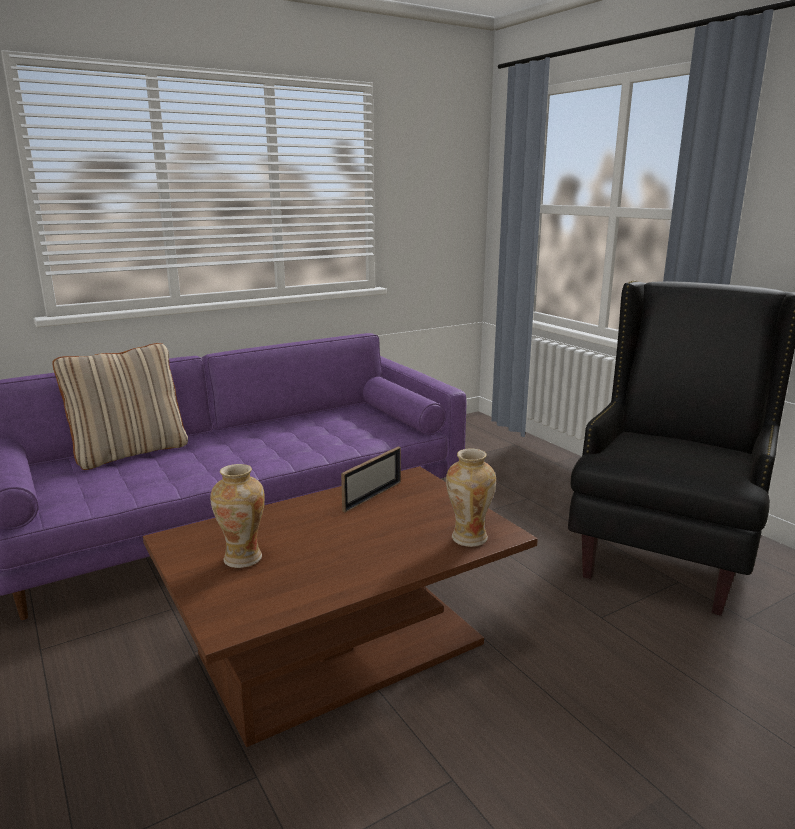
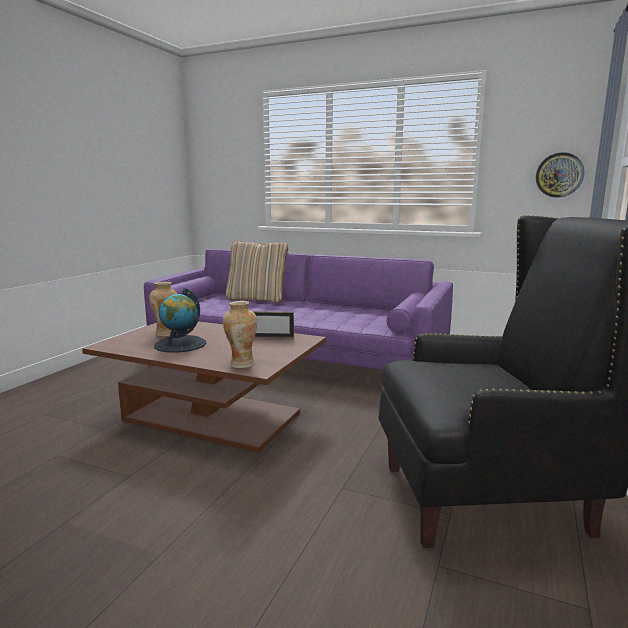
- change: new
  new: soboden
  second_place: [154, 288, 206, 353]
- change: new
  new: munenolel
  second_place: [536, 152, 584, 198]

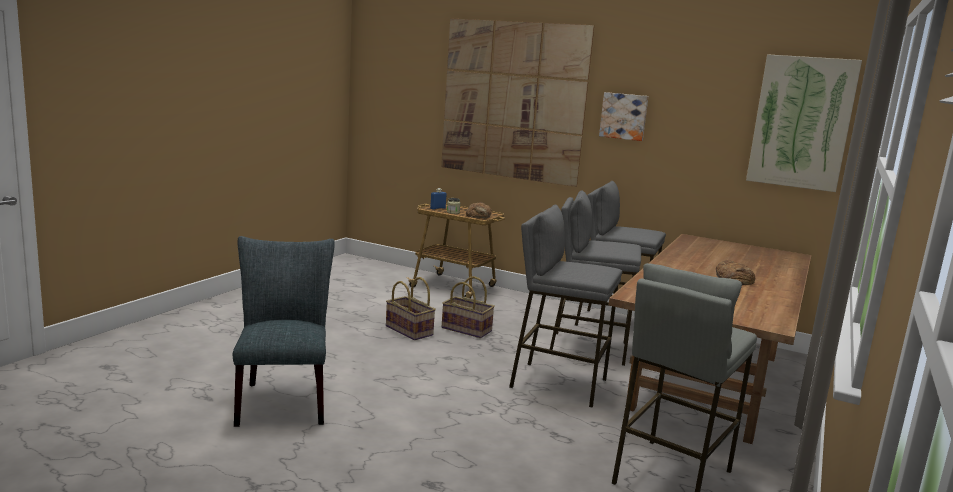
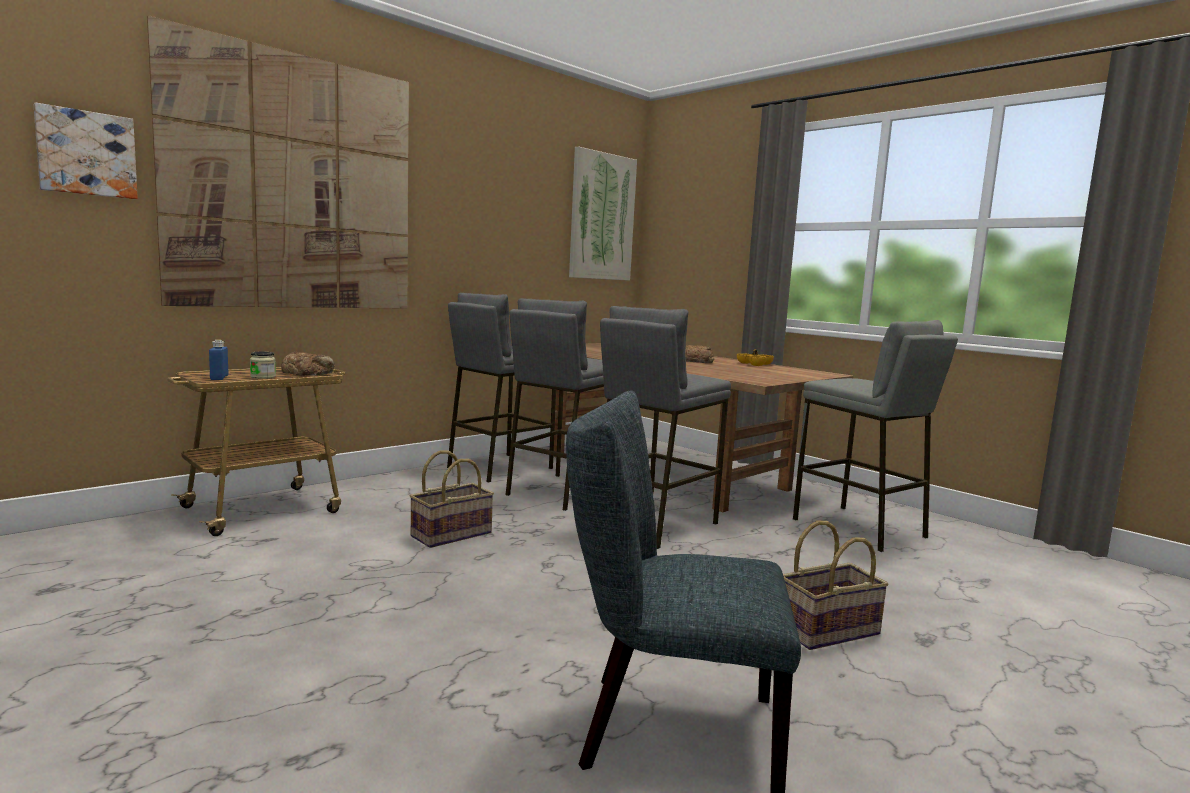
- change: shifted
  old: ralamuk
  first_place: [599, 92, 648, 141]
  second_place: [34, 102, 138, 199]
- change: new
  new: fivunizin
  second_place: [737, 349, 774, 366]
- change: shifted
  old: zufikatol
  first_place: [386, 277, 436, 340]
  second_place: [783, 521, 889, 650]

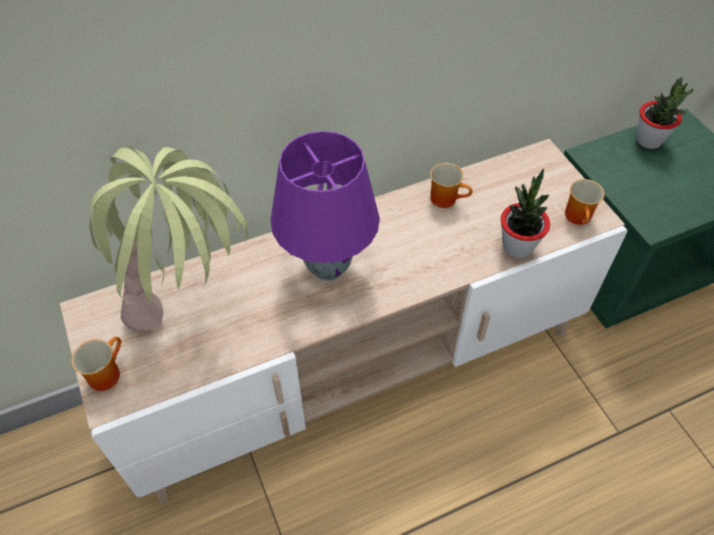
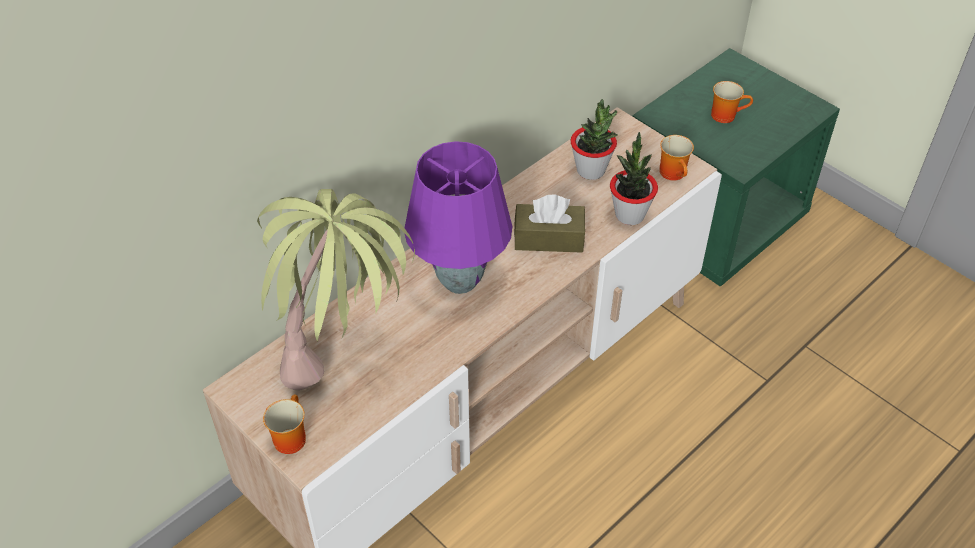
- change: new
  new: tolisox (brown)
  second_place: [514, 194, 585, 253]
- change: shifted
  old: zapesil
  first_place: [637, 77, 693, 149]
  second_place: [571, 99, 618, 180]
- change: shifted
  old: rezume
  first_place: [430, 163, 473, 208]
  second_place: [711, 81, 753, 123]

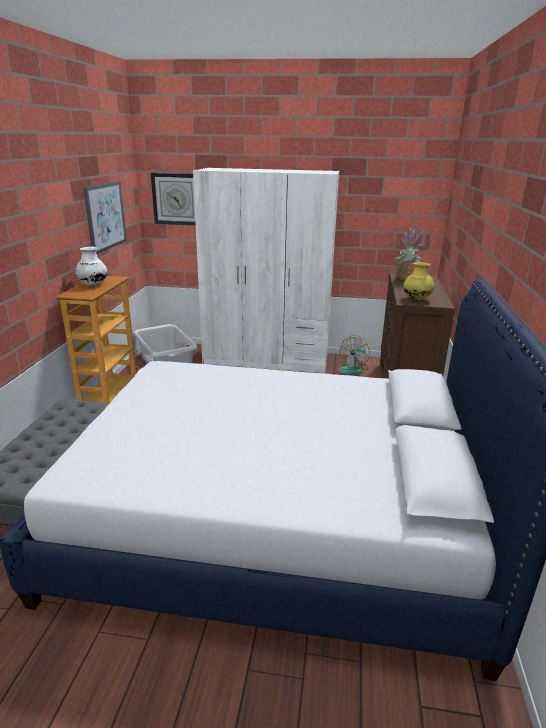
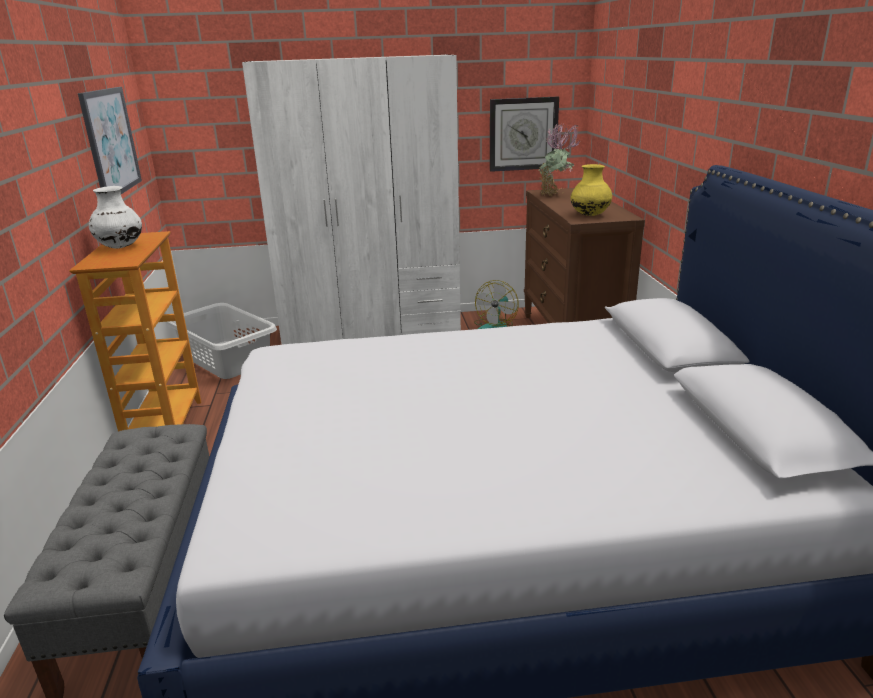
- change: shifted
  old: munenolel
  first_place: [151, 173, 196, 225]
  second_place: [490, 96, 559, 172]

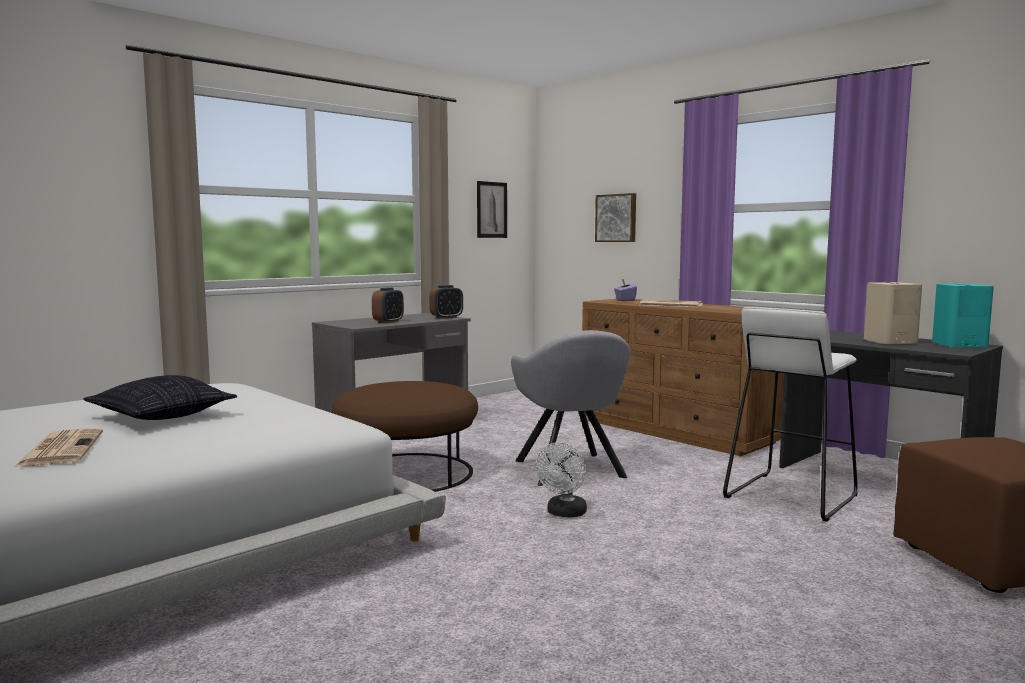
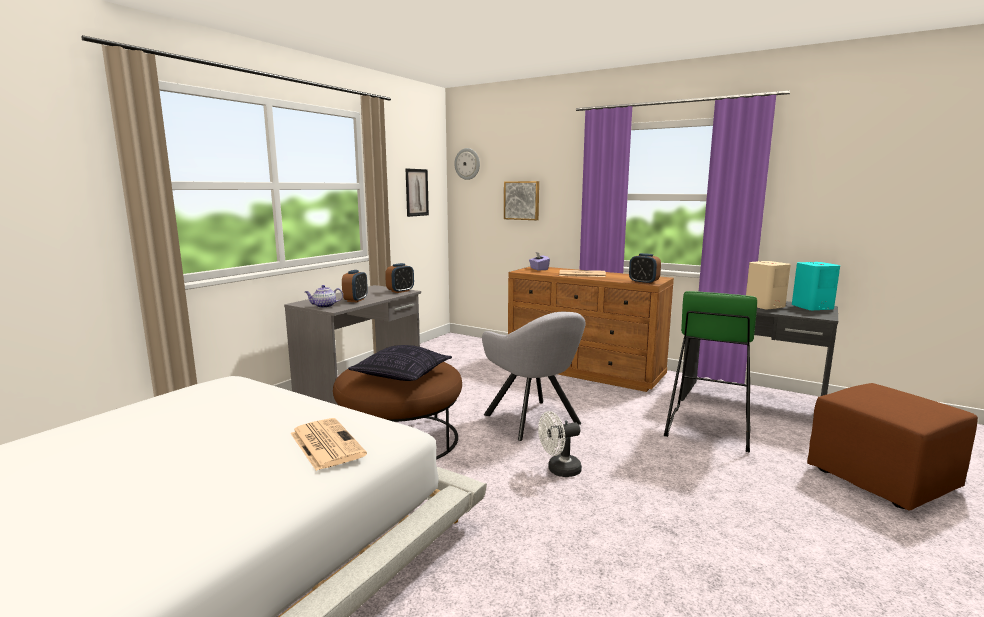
- change: shifted
  old: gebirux
  first_place: [14, 428, 103, 467]
  second_place: [290, 418, 367, 471]
- change: new
  new: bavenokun
  second_place: [305, 285, 343, 308]
- change: shifted
  old: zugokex
  first_place: [83, 375, 237, 420]
  second_place: [348, 345, 452, 381]
- change: new
  new: munenolel
  second_place: [454, 148, 480, 180]
- change: rotated
  old: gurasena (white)
  first_place: [536, 442, 587, 518]
  second_place: [538, 411, 582, 477]
  degrees: 60
- change: new
  new: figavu
  second_place: [629, 253, 661, 284]
- change: repainted
  old: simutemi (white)
  new: simutemi (green)
  first_place: [723, 307, 858, 522]
  second_place: [664, 291, 757, 452]

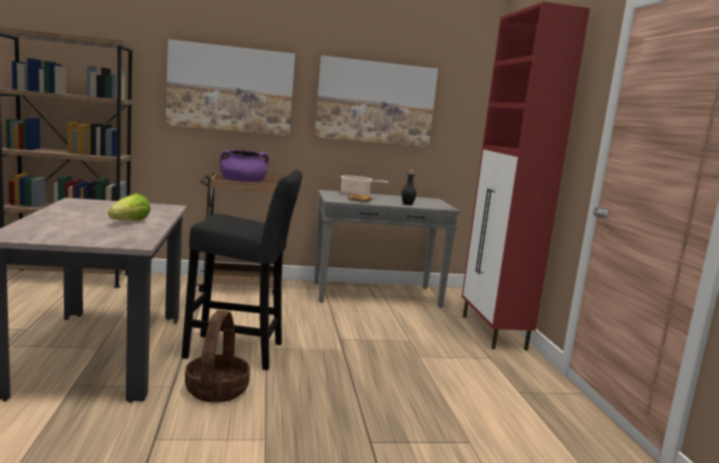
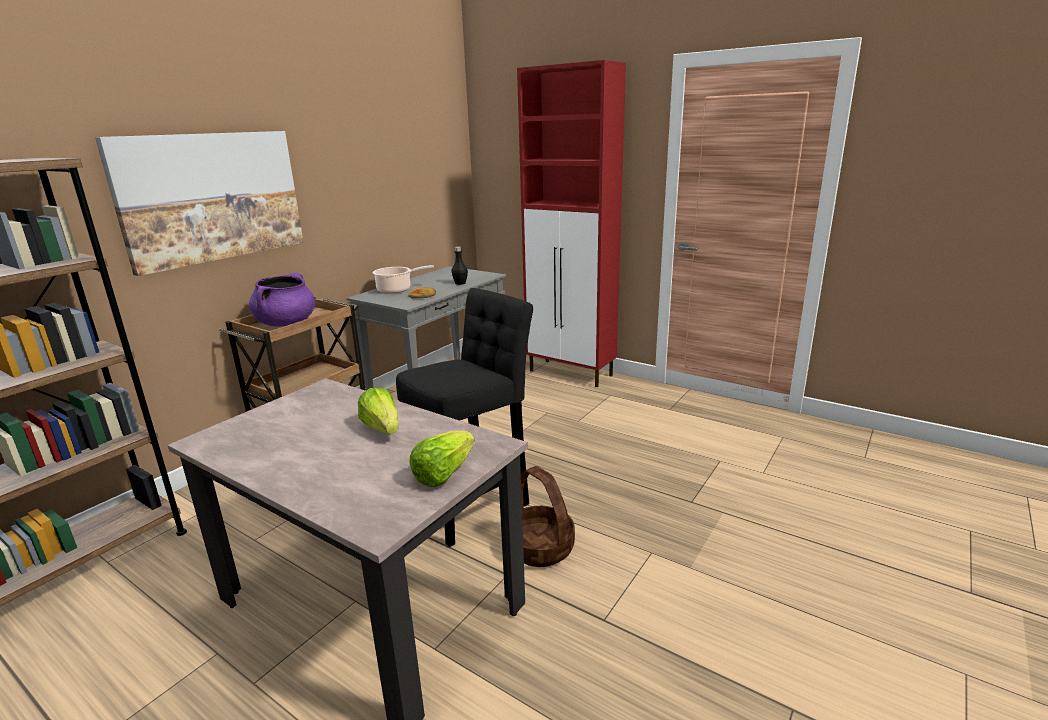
- change: new
  new: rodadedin
  second_place: [410, 431, 475, 487]
- change: gone
  old: ralamuk
  first_place: [314, 56, 438, 147]

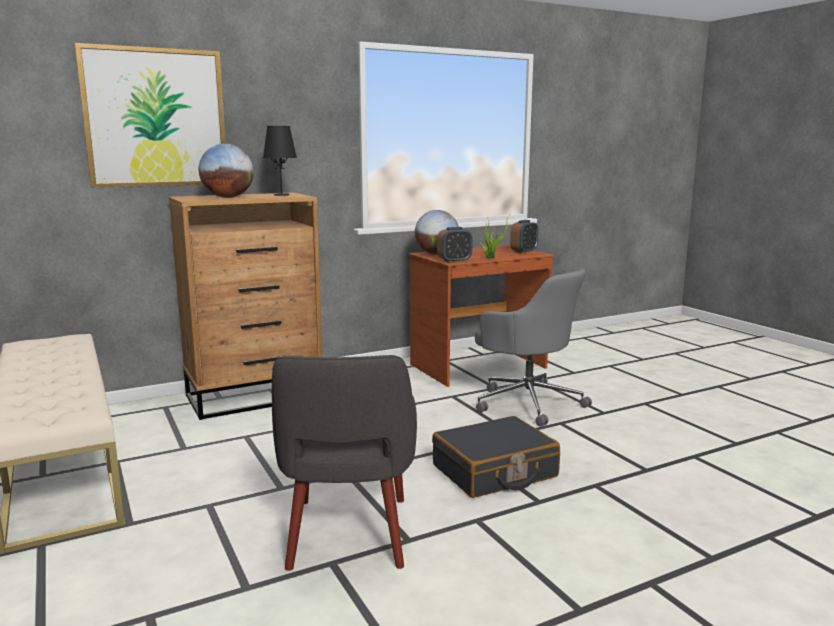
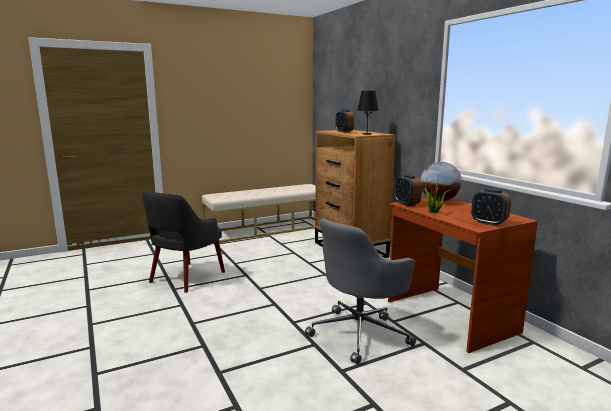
- change: rotated
  old: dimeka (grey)
  first_place: [272, 355, 417, 571]
  second_place: [142, 190, 225, 293]
  degrees: -60
- change: swapped
  old: soboden
  new: figavu
  first_place: [199, 144, 254, 198]
  second_place: [336, 110, 354, 133]
- change: gone
  old: ralamuk
  first_place: [75, 43, 226, 187]
- change: gone
  old: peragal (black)
  first_place: [432, 416, 560, 498]

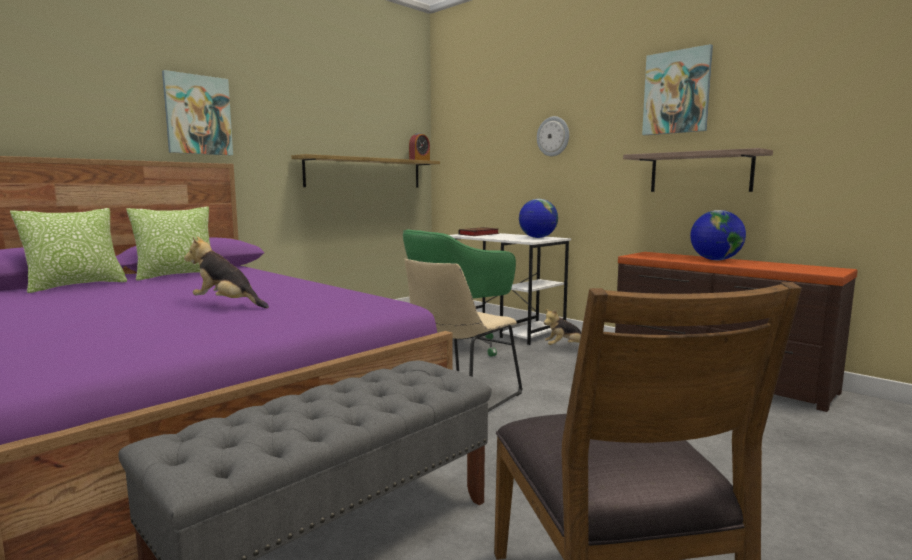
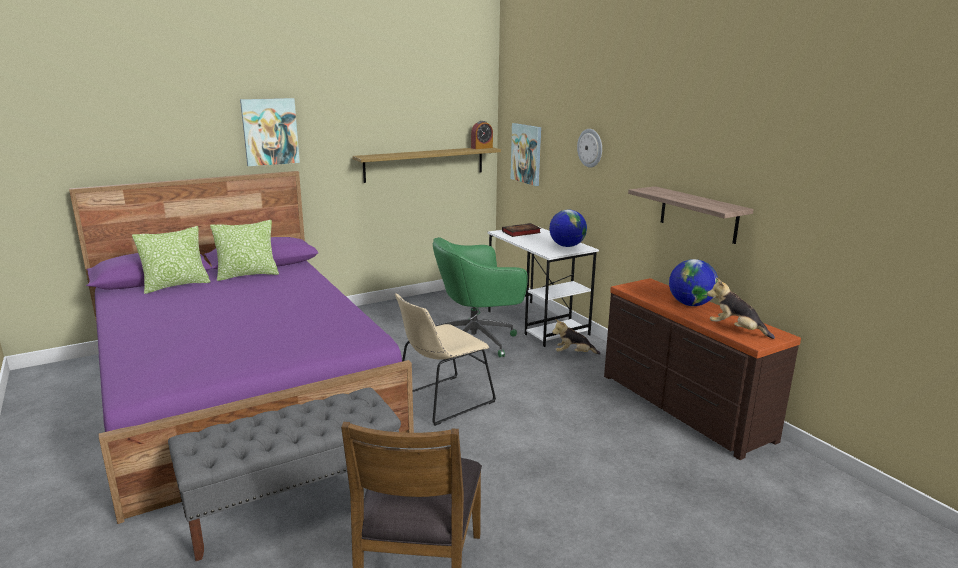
- change: shifted
  old: ralamuk
  first_place: [642, 44, 713, 135]
  second_place: [511, 123, 541, 186]
- change: shifted
  old: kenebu
  first_place: [184, 237, 269, 308]
  second_place: [707, 278, 775, 339]

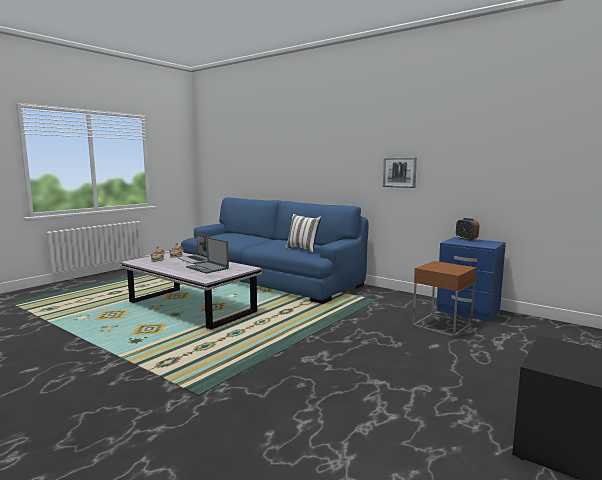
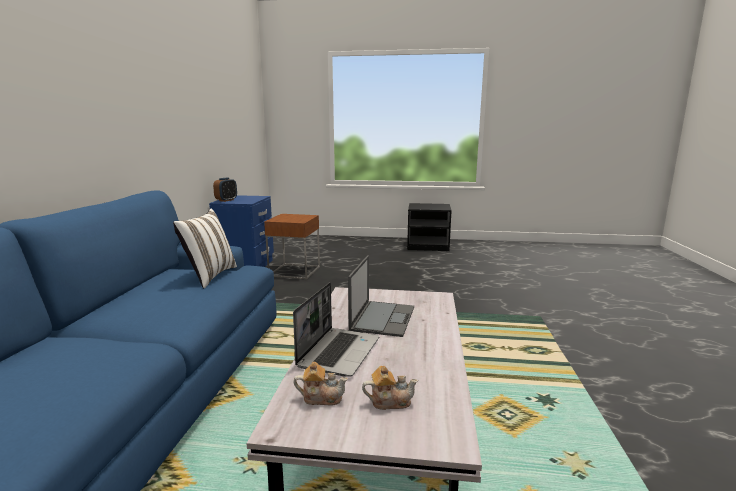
- change: gone
  old: ralamuk
  first_place: [383, 157, 417, 188]

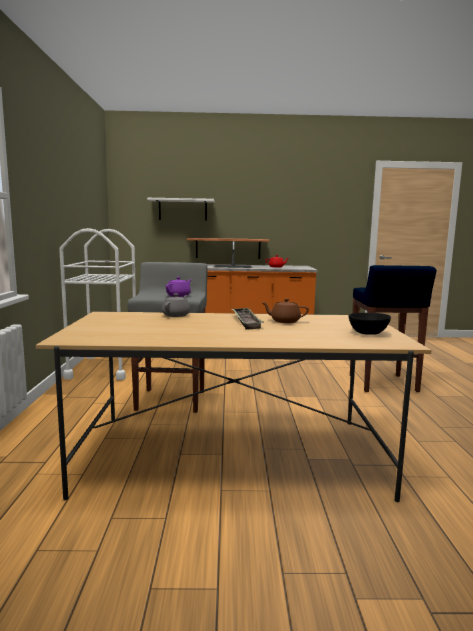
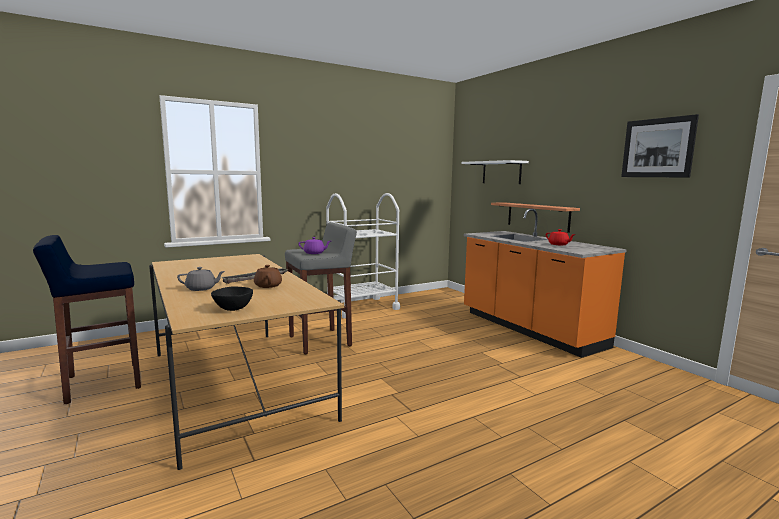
- change: shifted
  old: simutemi (blue)
  first_place: [350, 265, 437, 392]
  second_place: [33, 235, 141, 404]
- change: shifted
  old: bavenokun (grey)
  first_place: [162, 293, 190, 317]
  second_place: [177, 267, 225, 291]
- change: new
  new: ralamuk
  second_place: [621, 114, 699, 178]

